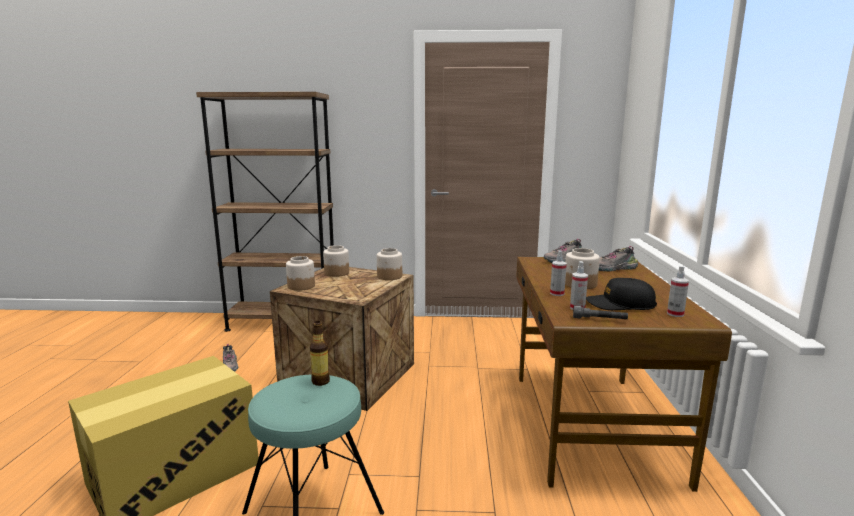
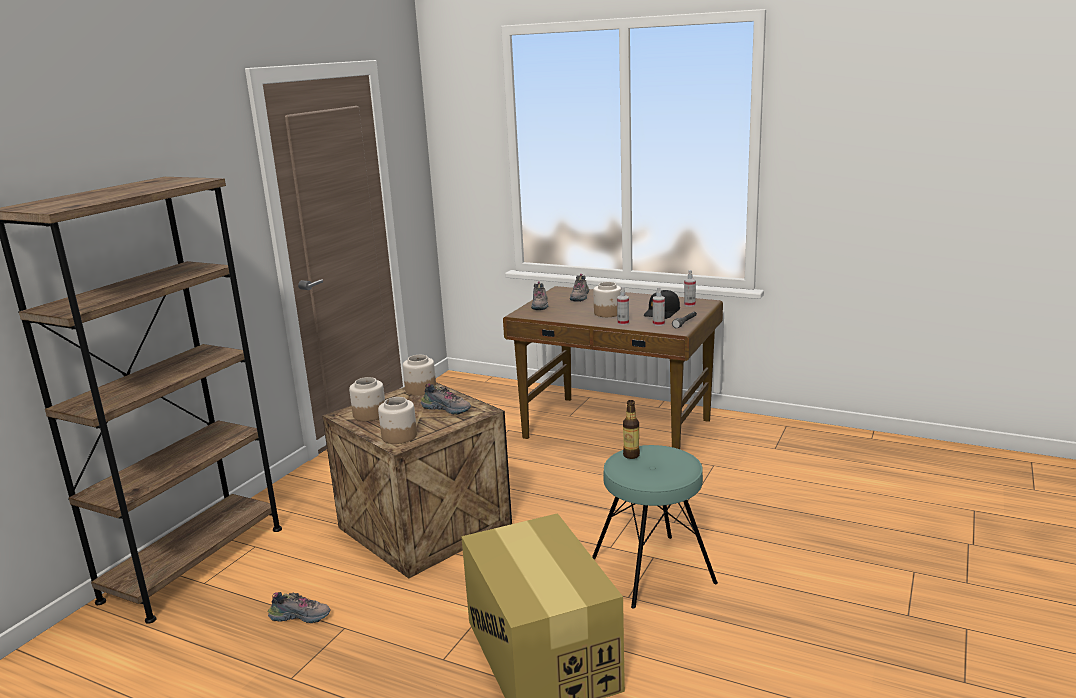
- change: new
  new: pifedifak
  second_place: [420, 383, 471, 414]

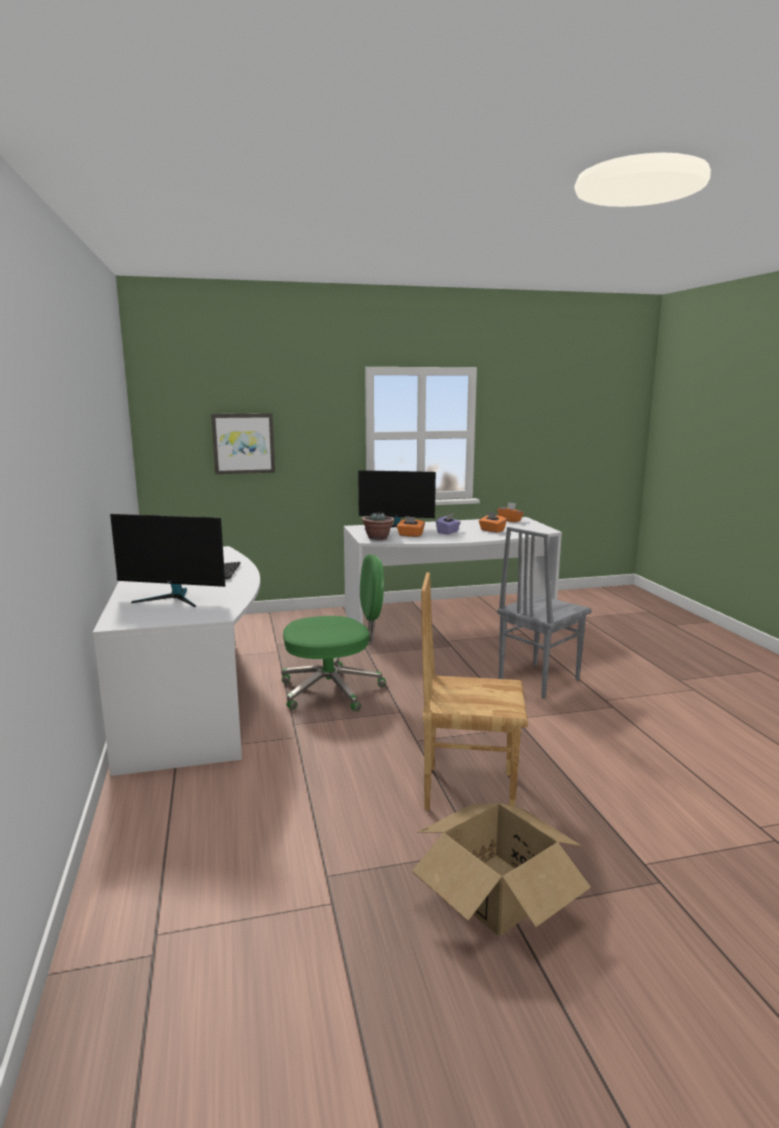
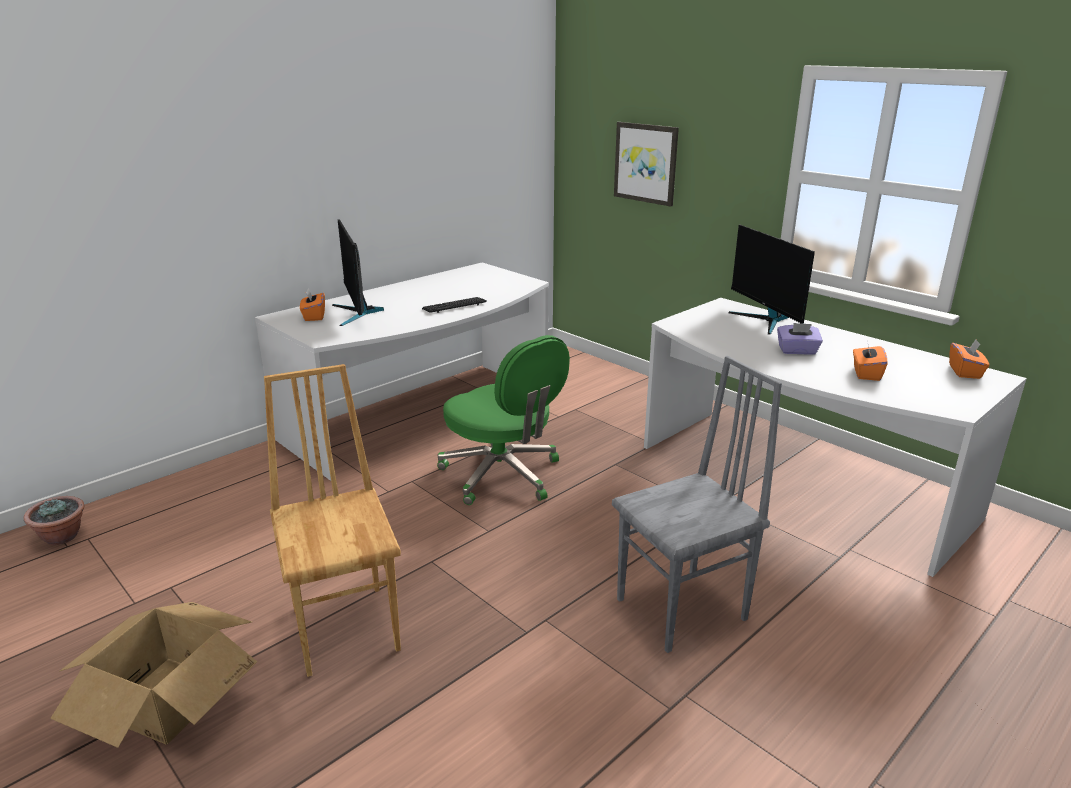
- change: shifted
  old: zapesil
  first_place: [362, 512, 395, 540]
  second_place: [24, 496, 84, 545]
- change: shifted
  old: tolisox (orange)
  first_place: [397, 516, 425, 537]
  second_place: [300, 288, 325, 321]
- change: rotated
  old: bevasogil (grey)
  first_place: [497, 527, 592, 699]
  second_place: [612, 356, 782, 653]
  degrees: 135

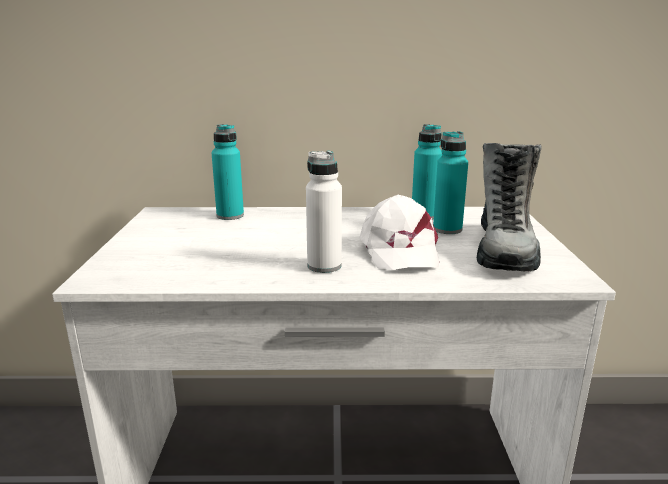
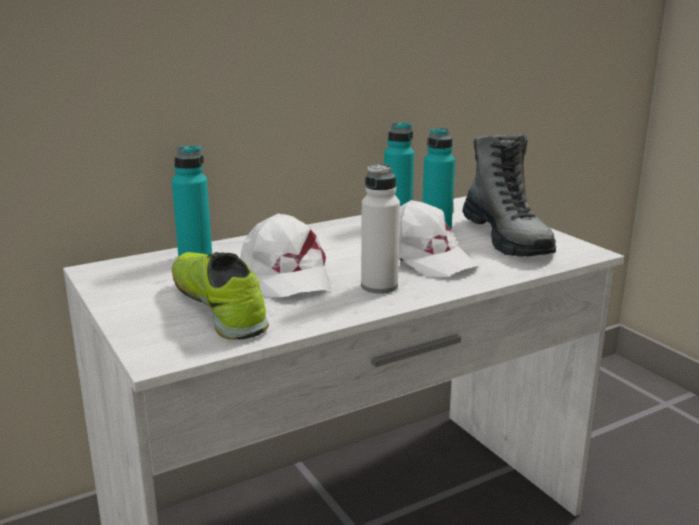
- change: new
  new: pifedifak
  second_place: [172, 252, 269, 340]
- change: new
  new: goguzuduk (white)
  second_place: [240, 214, 331, 297]

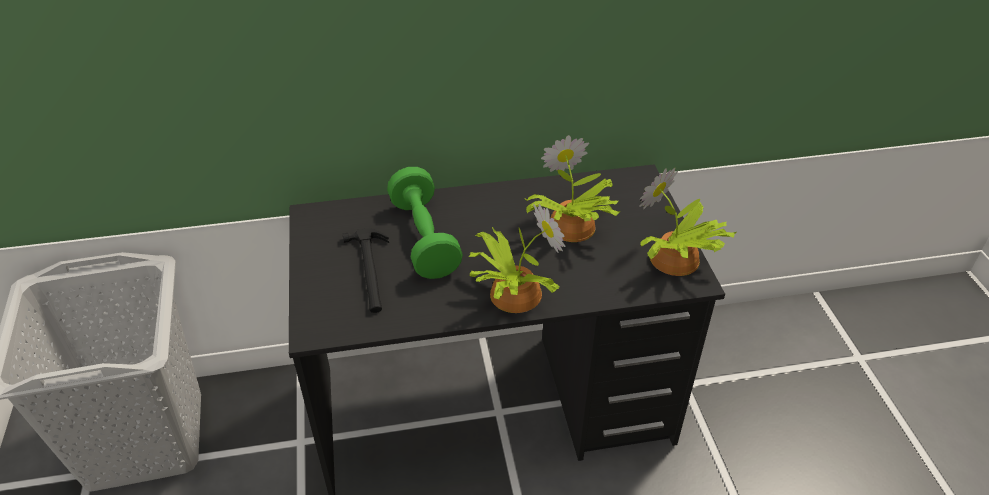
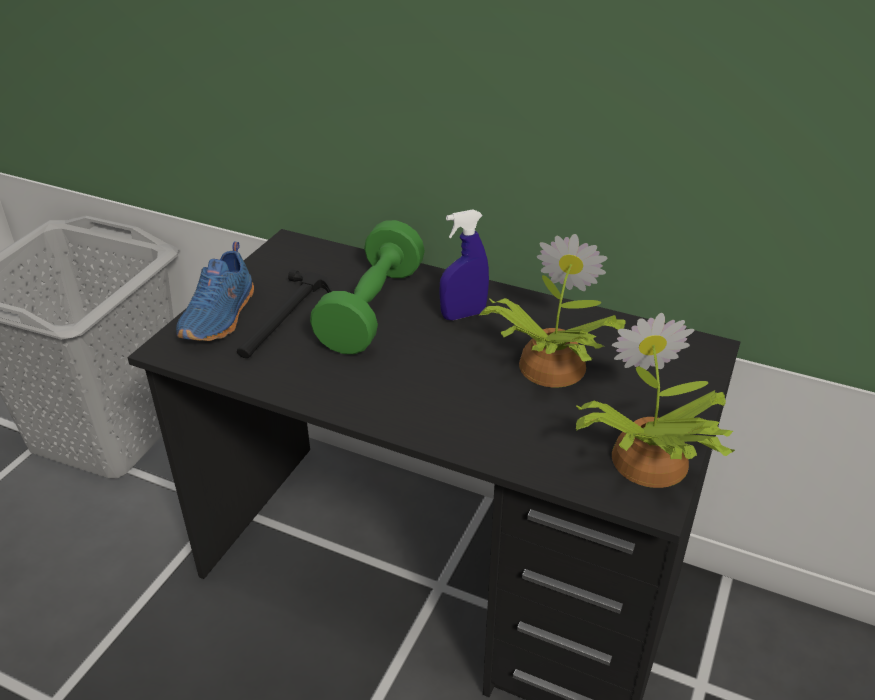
- change: new
  new: pifedifak (blue)
  second_place: [176, 242, 254, 341]
- change: new
  new: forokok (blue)
  second_place: [439, 209, 489, 320]
- change: gone
  old: zapesil
  first_place: [468, 204, 565, 313]

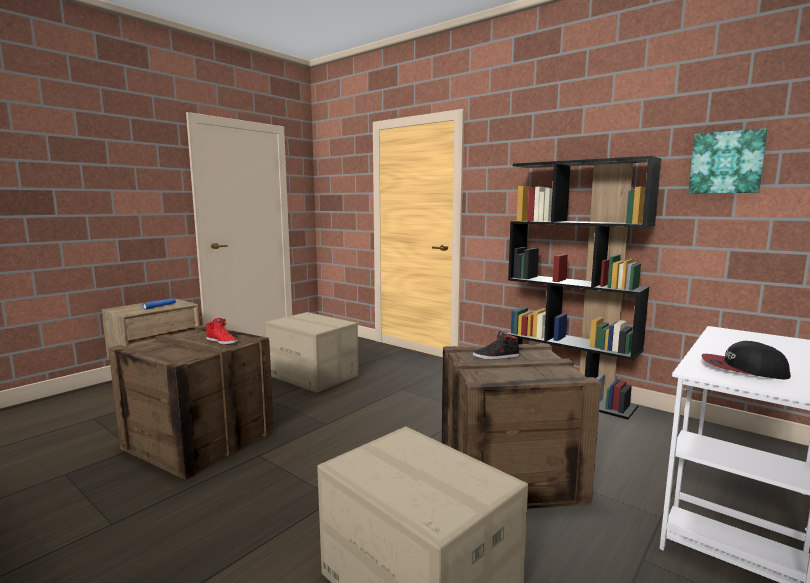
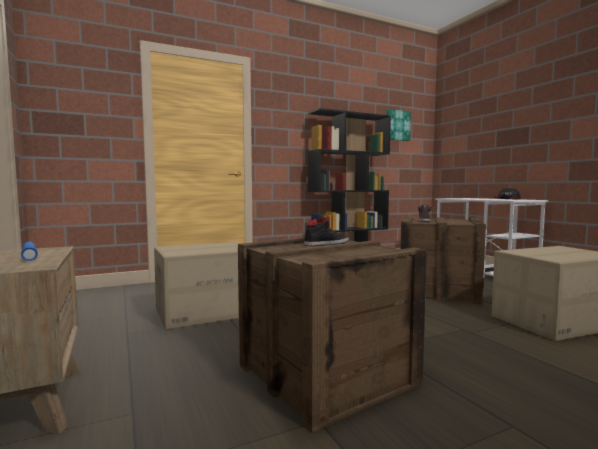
- change: repainted
  old: pifedifak (red)
  new: pifedifak (black)
  first_place: [206, 318, 238, 344]
  second_place: [304, 216, 349, 246]

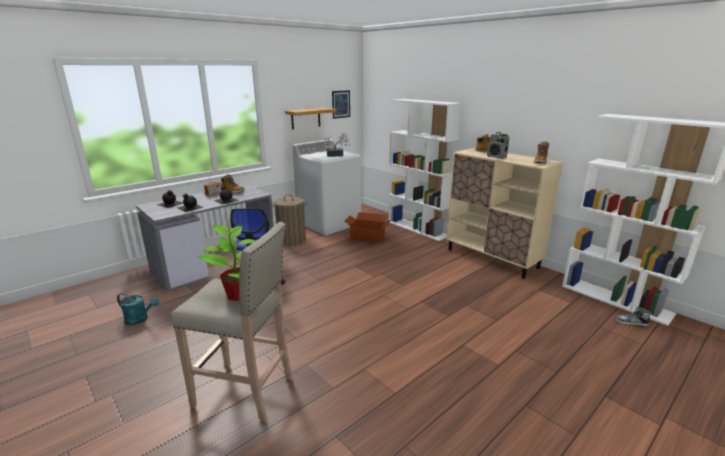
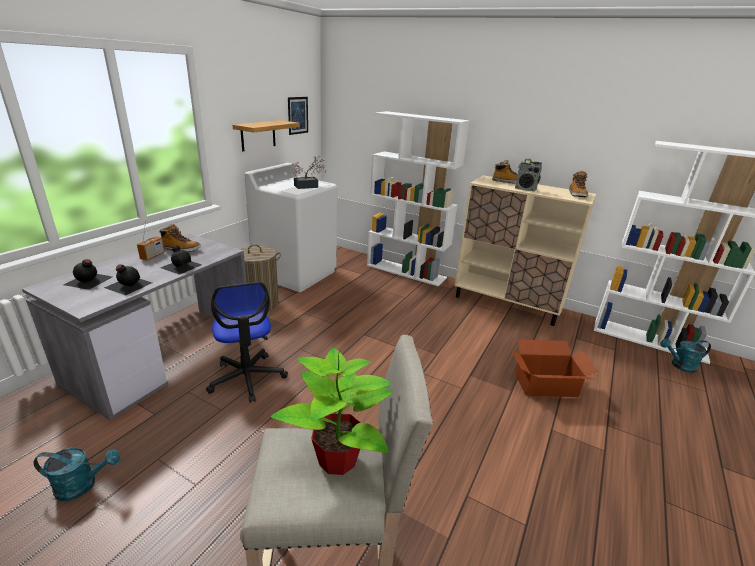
- change: shifted
  old: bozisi
  first_place: [344, 212, 391, 243]
  second_place: [511, 339, 598, 397]
- change: swapped
  old: pifedifak
  new: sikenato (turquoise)
  first_place: [616, 307, 653, 326]
  second_place: [660, 339, 711, 373]

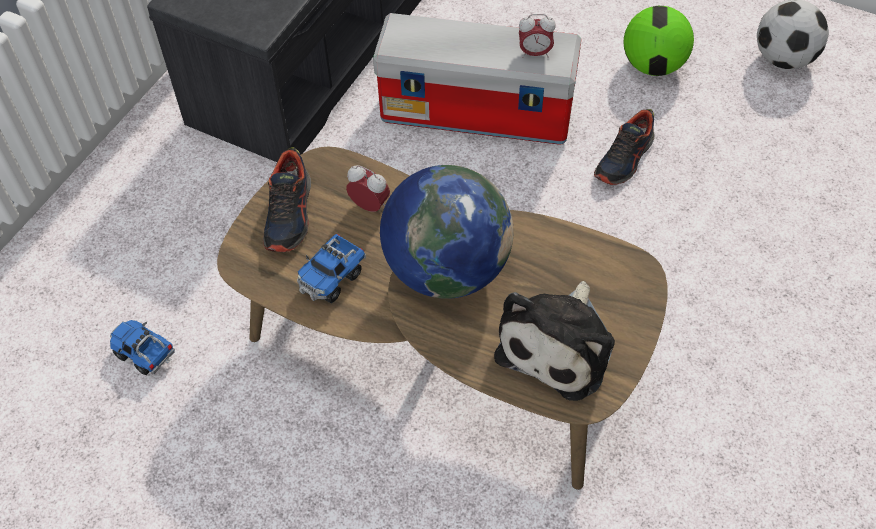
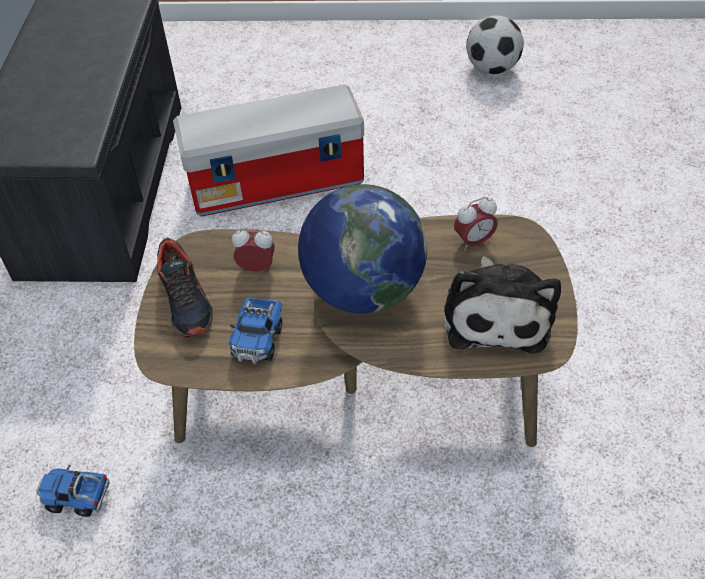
- change: shifted
  old: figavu
  first_place: [519, 14, 556, 58]
  second_place: [454, 197, 498, 251]
- change: gone
  old: pifedifak
  first_place: [594, 109, 655, 185]
- change: gone
  old: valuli
  first_place: [623, 6, 694, 76]

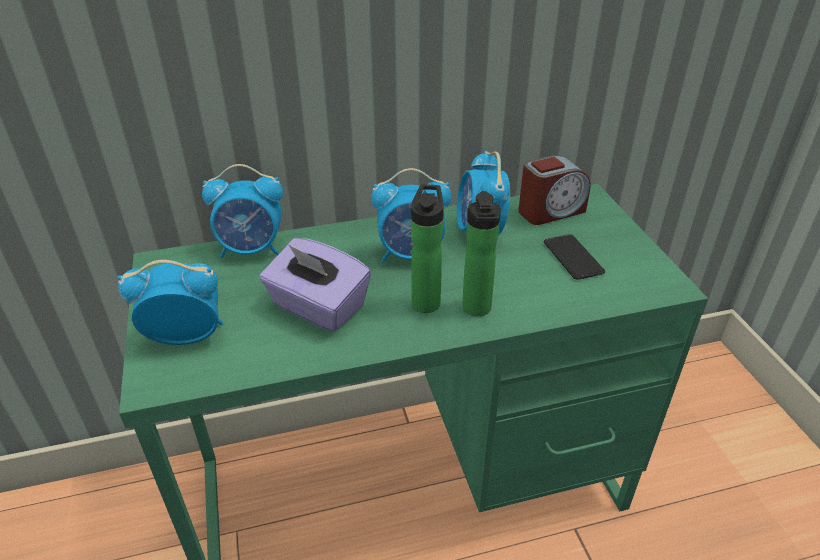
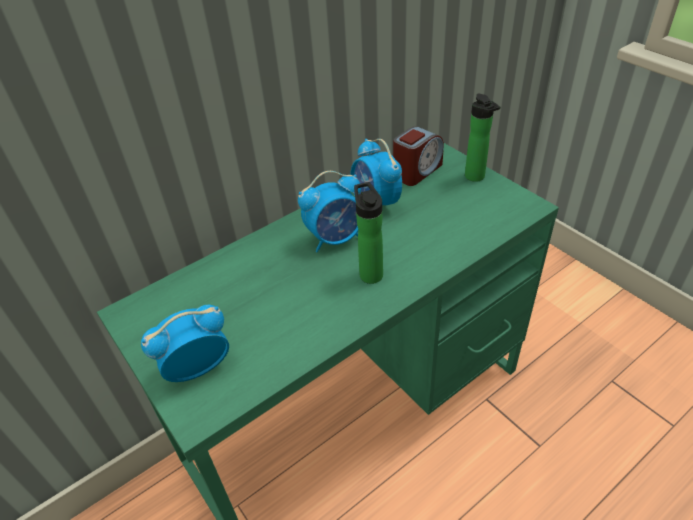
- change: shifted
  old: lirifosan
  first_place: [462, 191, 501, 316]
  second_place: [465, 94, 500, 182]
- change: gone
  old: figavu
  first_place: [202, 164, 283, 258]
- change: gone
  old: tolisox (purple)
  first_place: [259, 238, 371, 332]
- change: gone
  old: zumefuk
  first_place: [544, 234, 605, 280]

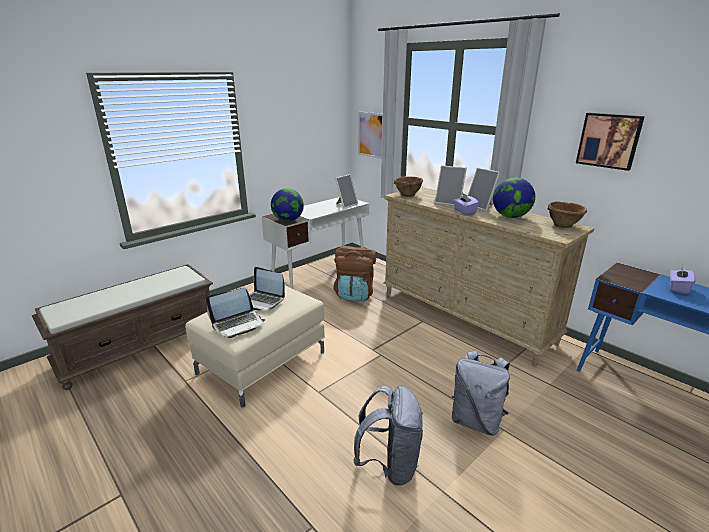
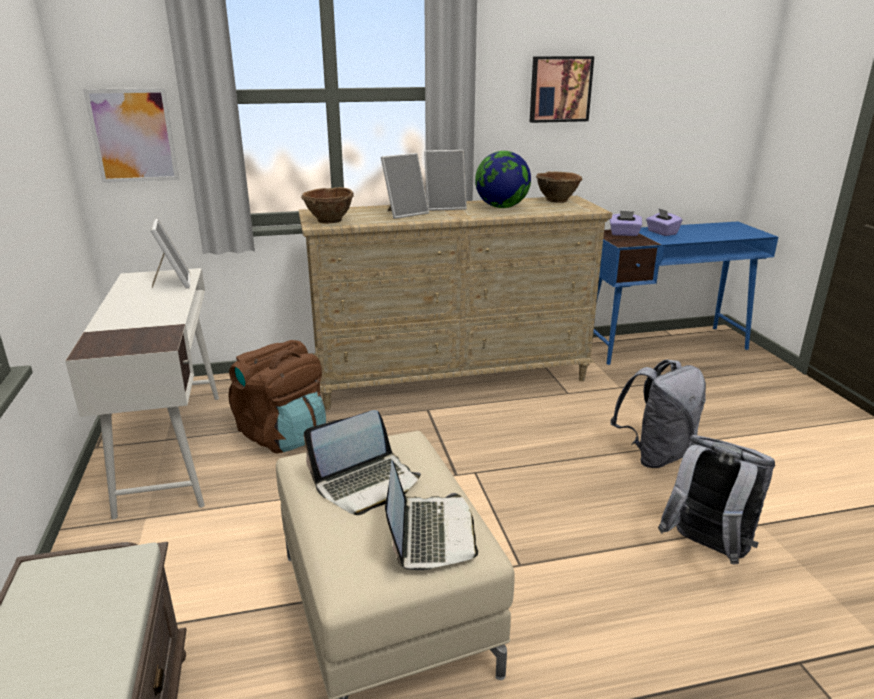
- change: shifted
  old: tolisox (purple)
  first_place: [453, 193, 479, 215]
  second_place: [610, 210, 642, 236]
- change: gone
  old: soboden
  first_place: [271, 188, 304, 221]

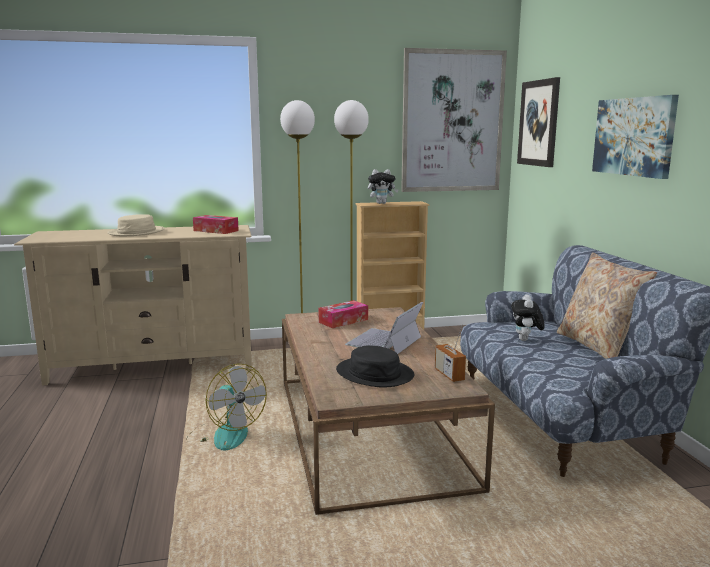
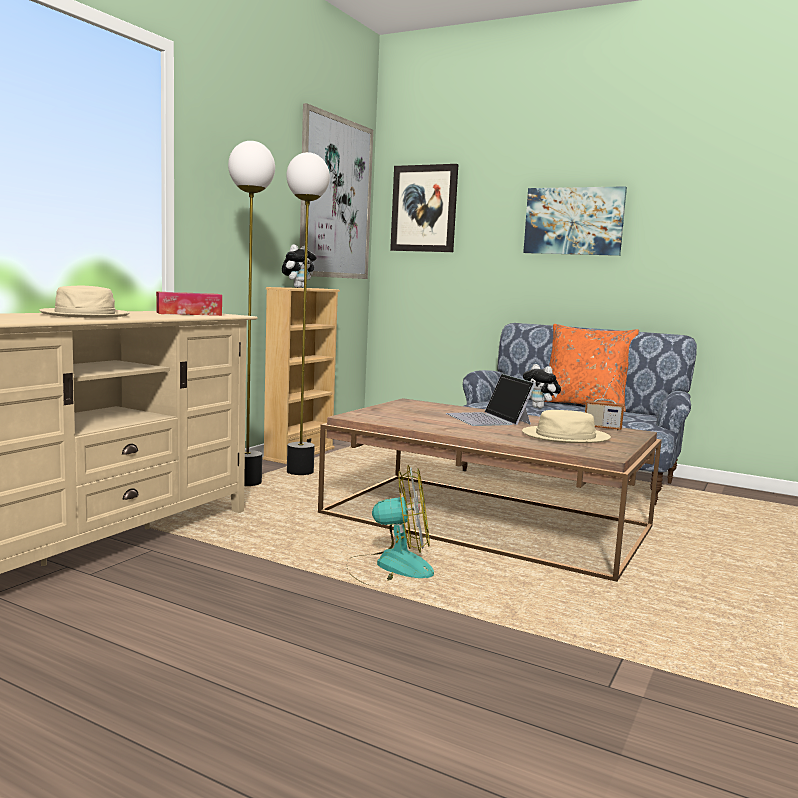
- change: repainted
  old: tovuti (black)
  new: tovuti (beige)
  first_place: [336, 345, 414, 388]
  second_place: [522, 410, 611, 443]
- change: repainted
  old: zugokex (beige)
  new: zugokex (orange)
  first_place: [557, 252, 657, 359]
  second_place: [544, 324, 639, 412]
- change: gone
  old: tolisox
  first_place: [318, 300, 368, 328]

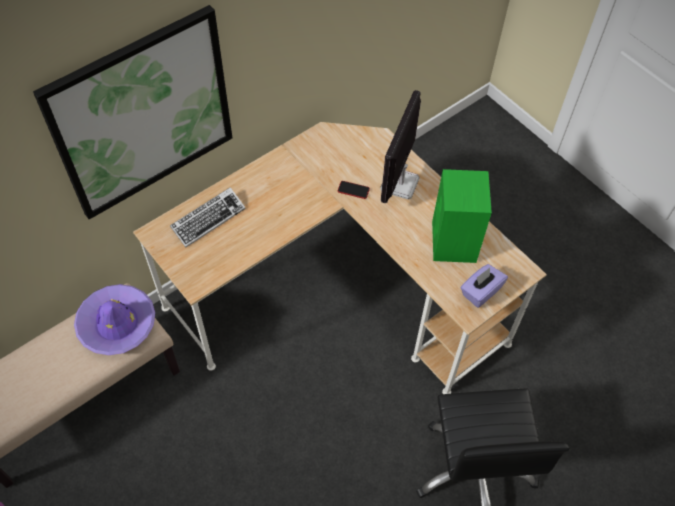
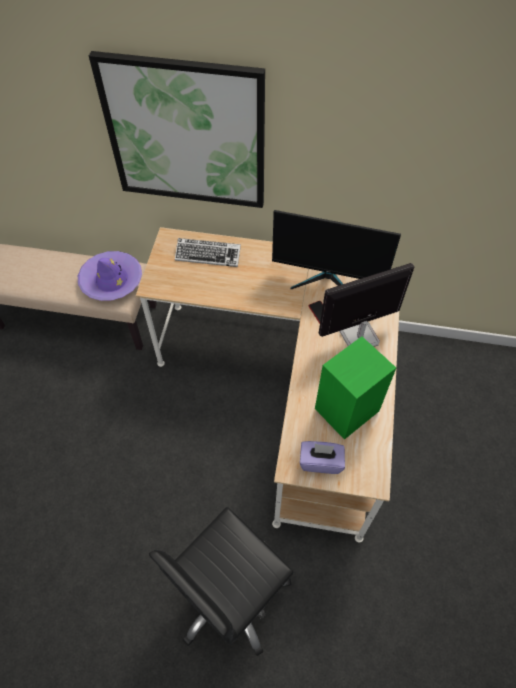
- change: new
  new: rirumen
  second_place: [272, 210, 401, 290]

